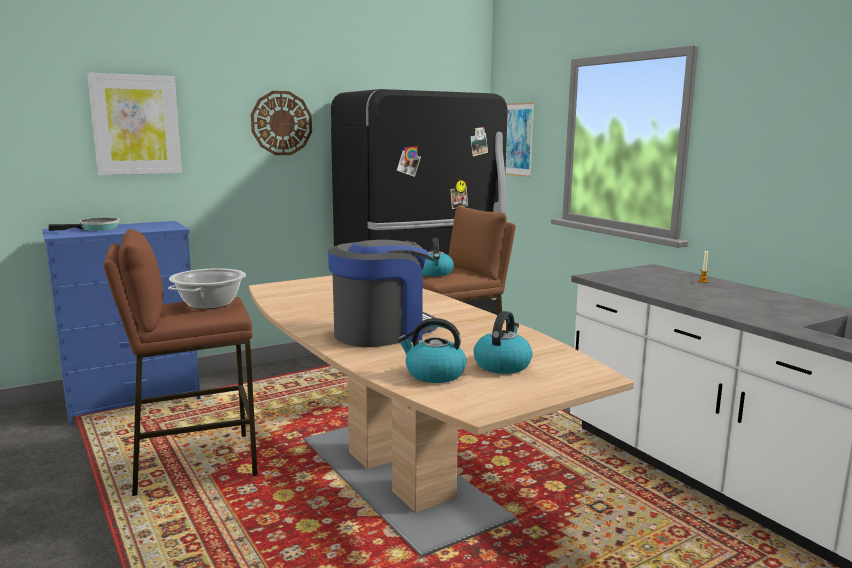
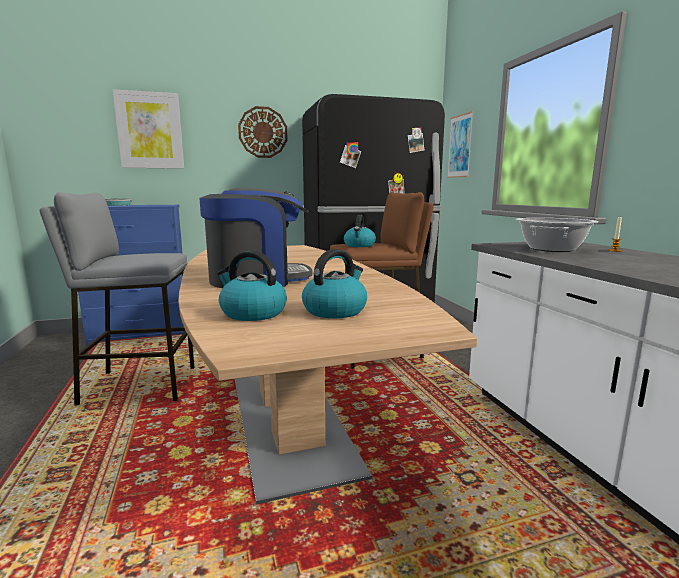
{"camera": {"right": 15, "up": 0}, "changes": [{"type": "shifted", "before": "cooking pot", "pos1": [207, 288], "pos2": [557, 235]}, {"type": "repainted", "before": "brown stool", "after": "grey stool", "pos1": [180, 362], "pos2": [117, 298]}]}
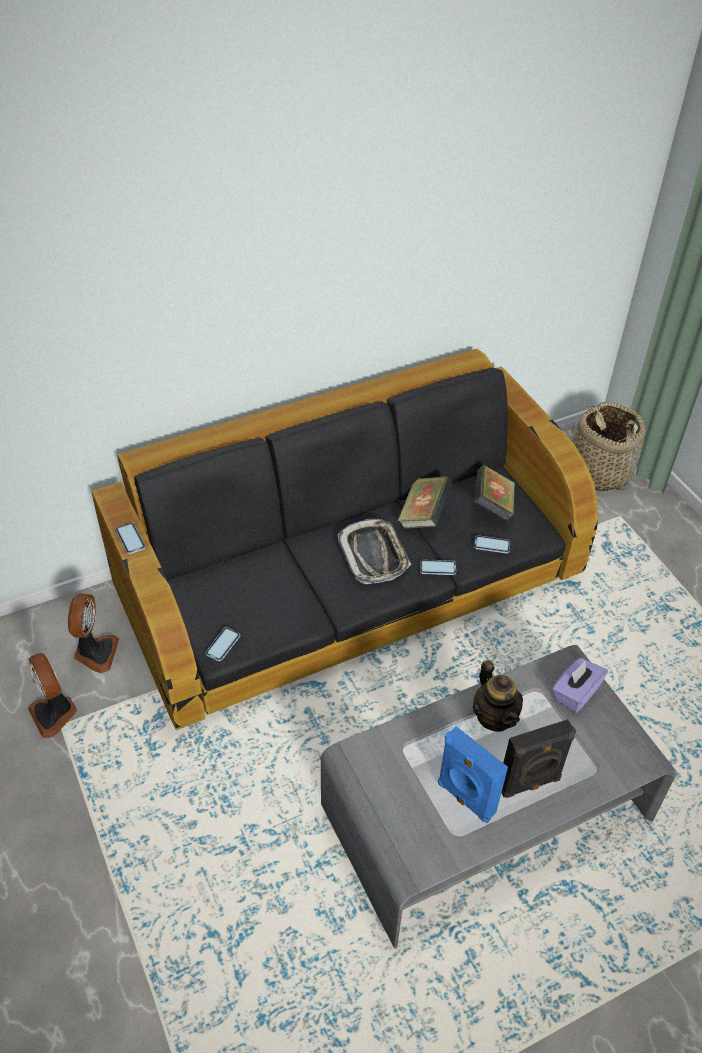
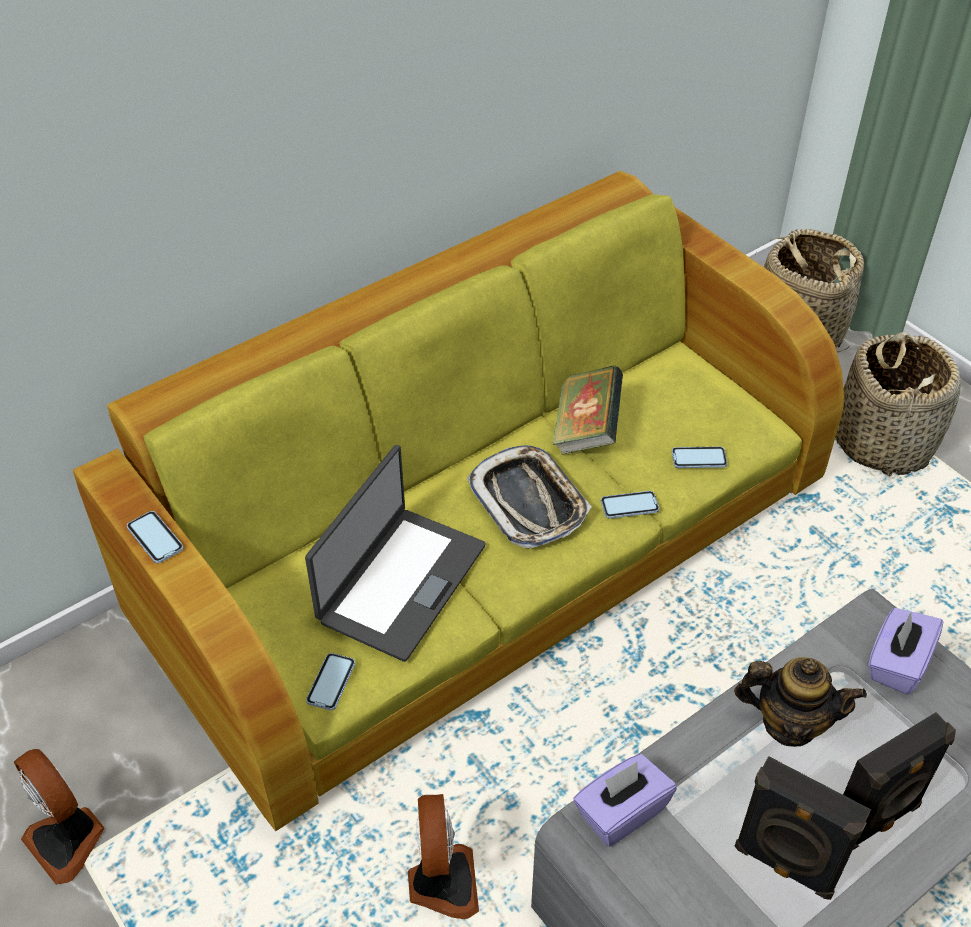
{"camera": {"right": -10, "up": 0}, "changes": [{"type": "gone", "before": "book", "pos1": [495, 493]}, {"type": "new", "after": "laptop", "pos2": [395, 553]}, {"type": "new", "after": "purple tissue box", "pos2": [625, 800]}, {"type": "new", "after": "basket", "pos2": [898, 404]}, {"type": "shifted", "before": "fan", "pos1": [93, 633], "pos2": [443, 856]}, {"type": "repainted", "before": "black sofa", "after": "green sofa", "pos1": [345, 539], "pos2": [458, 501]}, {"type": "repainted", "before": "blue speaker", "after": "black speaker", "pos1": [473, 774], "pos2": [803, 828]}, {"type": "rotated", "before": "teapot", "pos1": [498, 696], "pos2": [800, 702], "turn": -45}]}
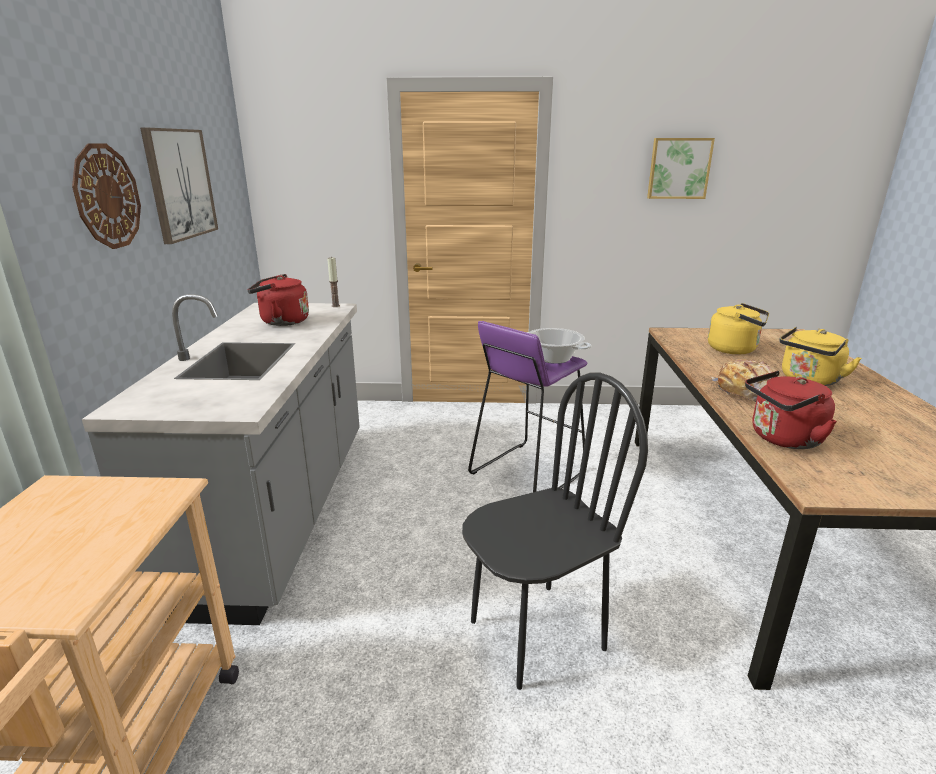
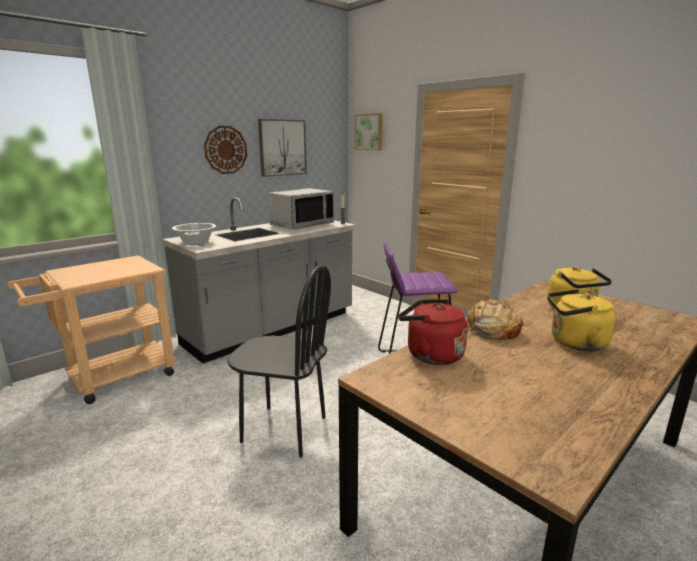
{"camera": {"right": 45, "up": -5}, "changes": [{"type": "shifted", "before": "cooking pot", "pos1": [558, 346], "pos2": [194, 234]}, {"type": "shifted", "before": "picture", "pos1": [681, 168], "pos2": [369, 131]}, {"type": "swapped", "before": "red kettle", "after": "grey microwave", "pos1": [278, 300], "pos2": [301, 209]}]}
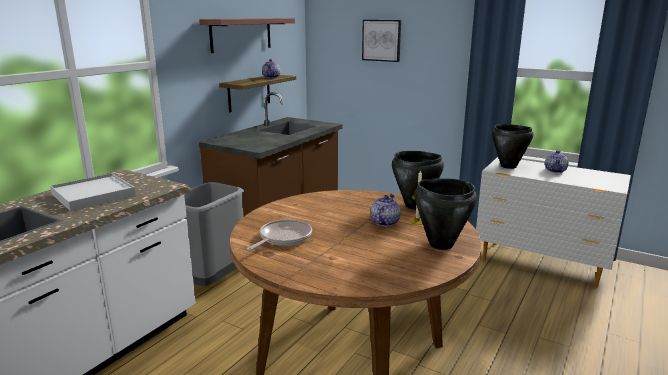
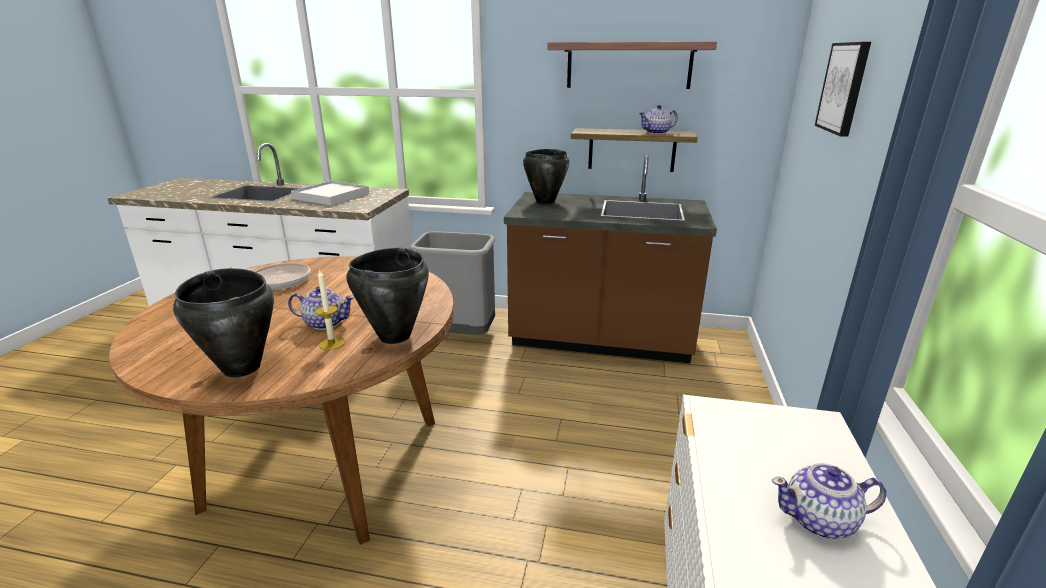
{"camera": {"right": 70, "up": 5}, "changes": [{"type": "shifted", "before": "black cooking pot", "pos1": [513, 146], "pos2": [546, 176]}]}
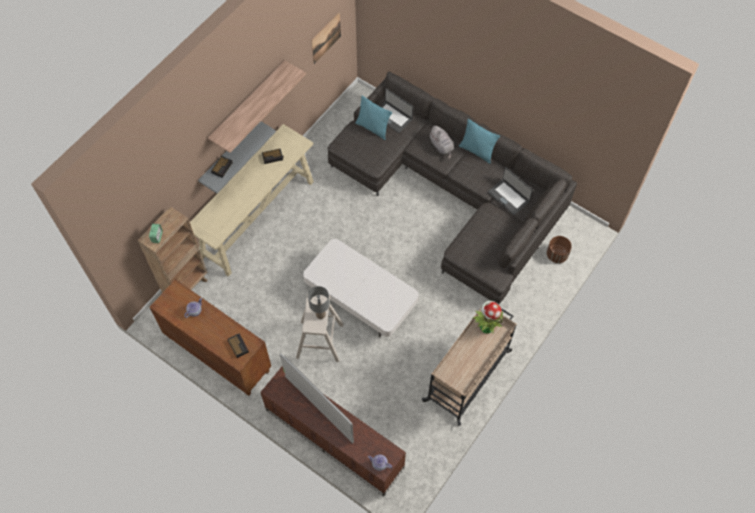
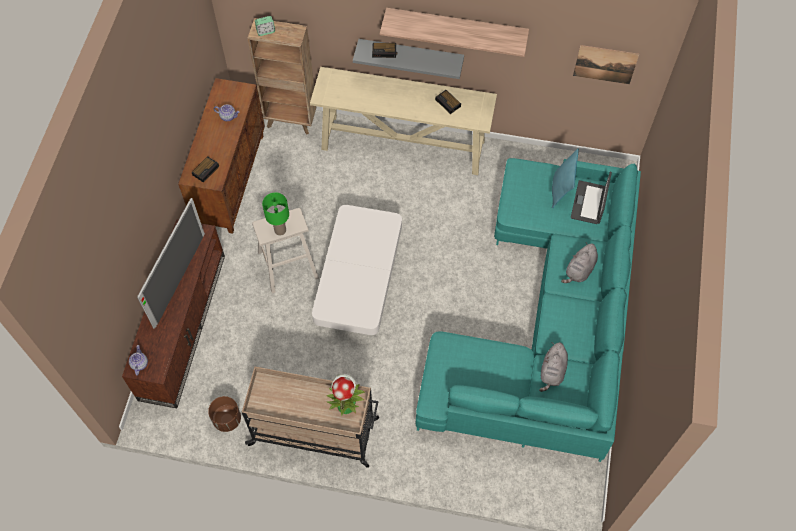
{"camera": {"right": 65, "up": 0}, "changes": [{"type": "gone", "before": "turquoise pillow", "pos1": [479, 141]}, {"type": "shifted", "before": "brown planter", "pos1": [559, 249], "pos2": [224, 414]}, {"type": "swapped", "before": "laptop", "after": "grey plush toy", "pos1": [510, 191], "pos2": [553, 367]}, {"type": "repainted", "before": "grey table lamp", "after": "green table lamp", "pos1": [319, 302], "pos2": [275, 214]}, {"type": "repainted", "before": "grey sofa", "after": "turquoise sofa", "pos1": [452, 188], "pos2": [528, 310]}]}
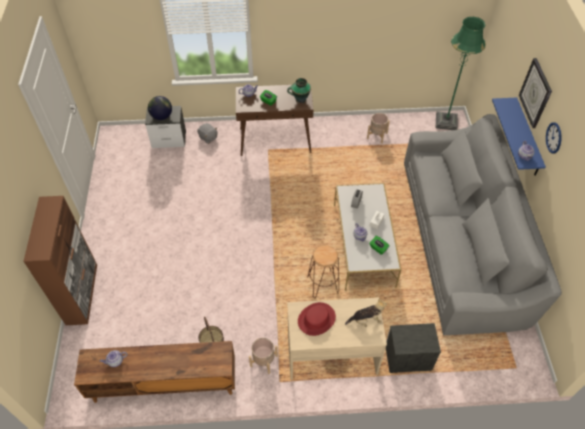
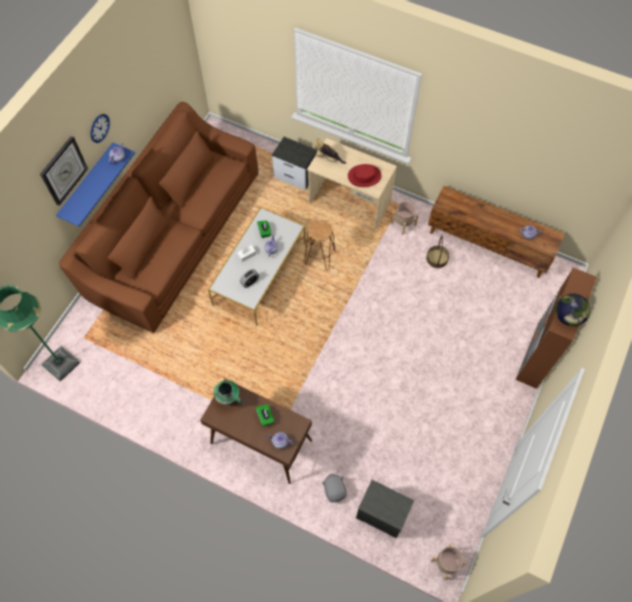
{"camera": {"right": -150, "up": 10}, "changes": [{"type": "shifted", "before": "globe", "pos1": [160, 108], "pos2": [573, 310]}, {"type": "shifted", "before": "beige planter", "pos1": [378, 128], "pos2": [448, 562]}, {"type": "repainted", "before": "grey sofa", "after": "brown sofa", "pos1": [483, 224], "pos2": [159, 217]}]}
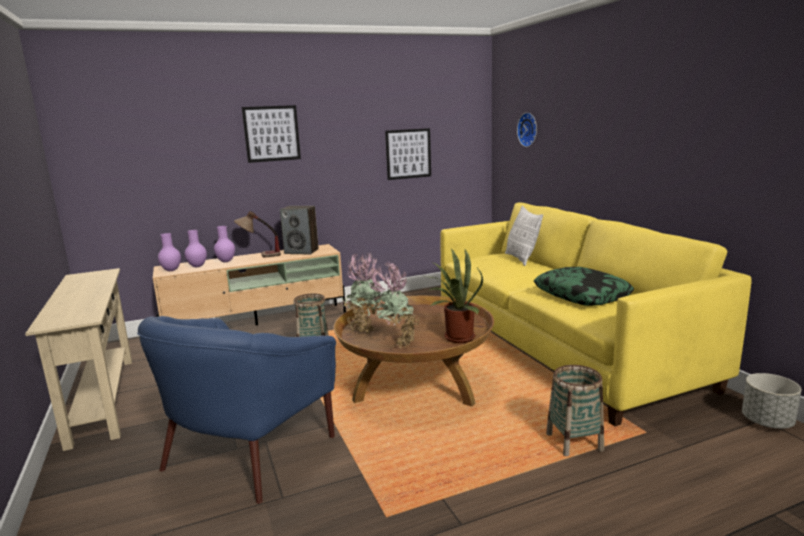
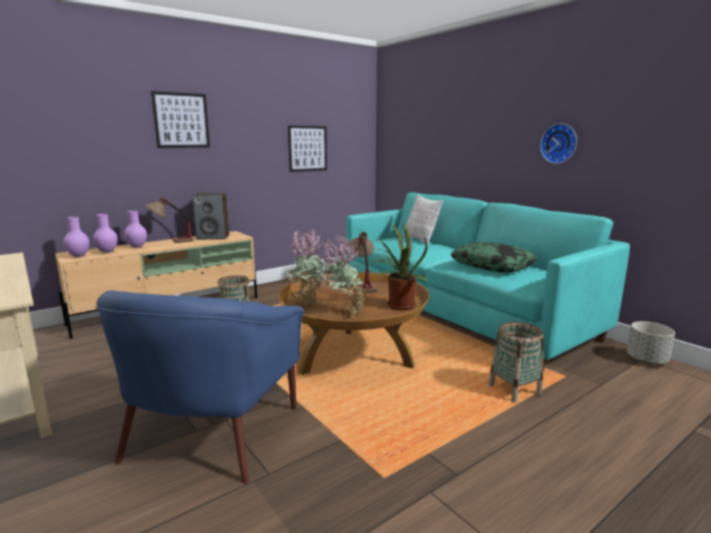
{"camera": {"right": -15, "up": 0}, "changes": [{"type": "new", "after": "table lamp", "pos2": [363, 262]}, {"type": "shifted", "before": "wall clock", "pos1": [527, 130], "pos2": [558, 144]}, {"type": "repainted", "before": "yellow sofa", "after": "turquoise sofa", "pos1": [596, 314], "pos2": [488, 282]}]}
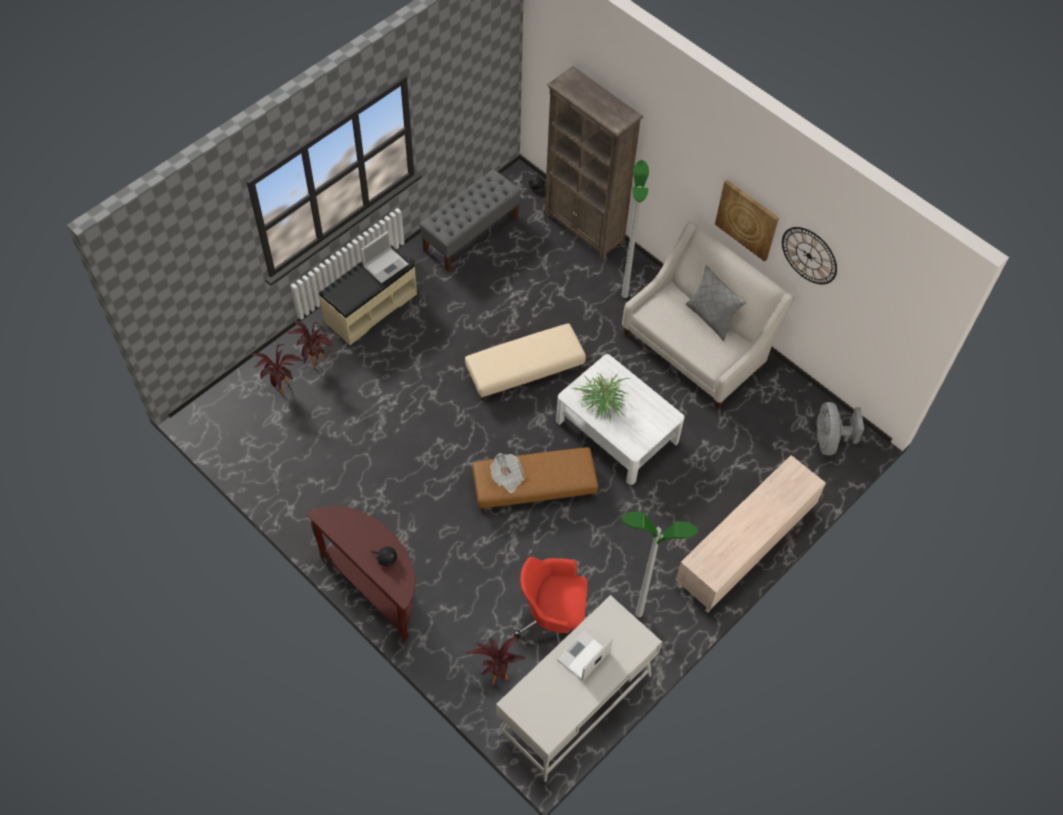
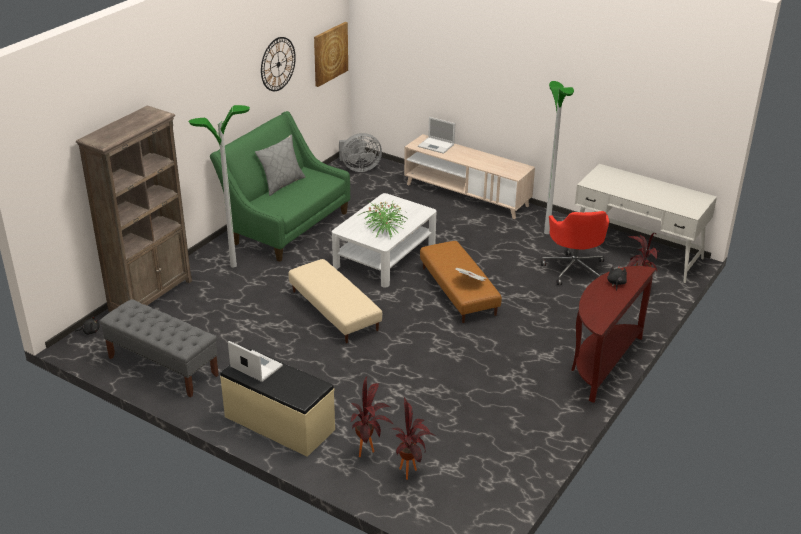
{"camera": {"right": -100, "up": -25}, "changes": [{"type": "shifted", "before": "laptop", "pos1": [585, 655], "pos2": [436, 135]}, {"type": "shifted", "before": "picture", "pos1": [747, 221], "pos2": [331, 54]}, {"type": "repainted", "before": "beige sofa", "after": "green sofa", "pos1": [708, 315], "pos2": [280, 186]}]}
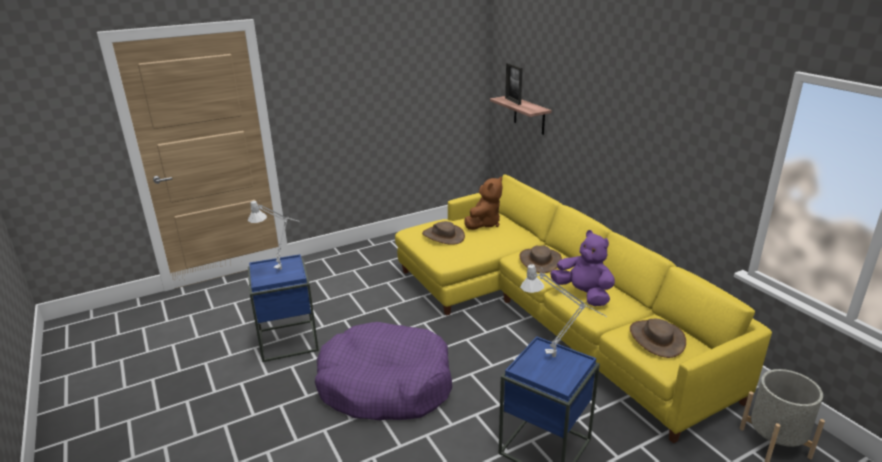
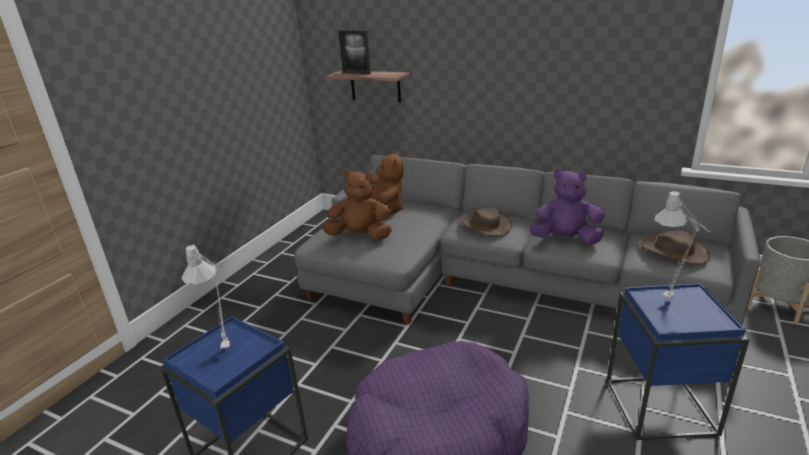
{"camera": {"right": -35, "up": 0}, "changes": [{"type": "swapped", "before": "brown hat", "after": "brown plush toy", "pos1": [443, 233], "pos2": [357, 205]}, {"type": "repainted", "before": "yellow sofa", "after": "grey sofa", "pos1": [583, 308], "pos2": [527, 240]}]}
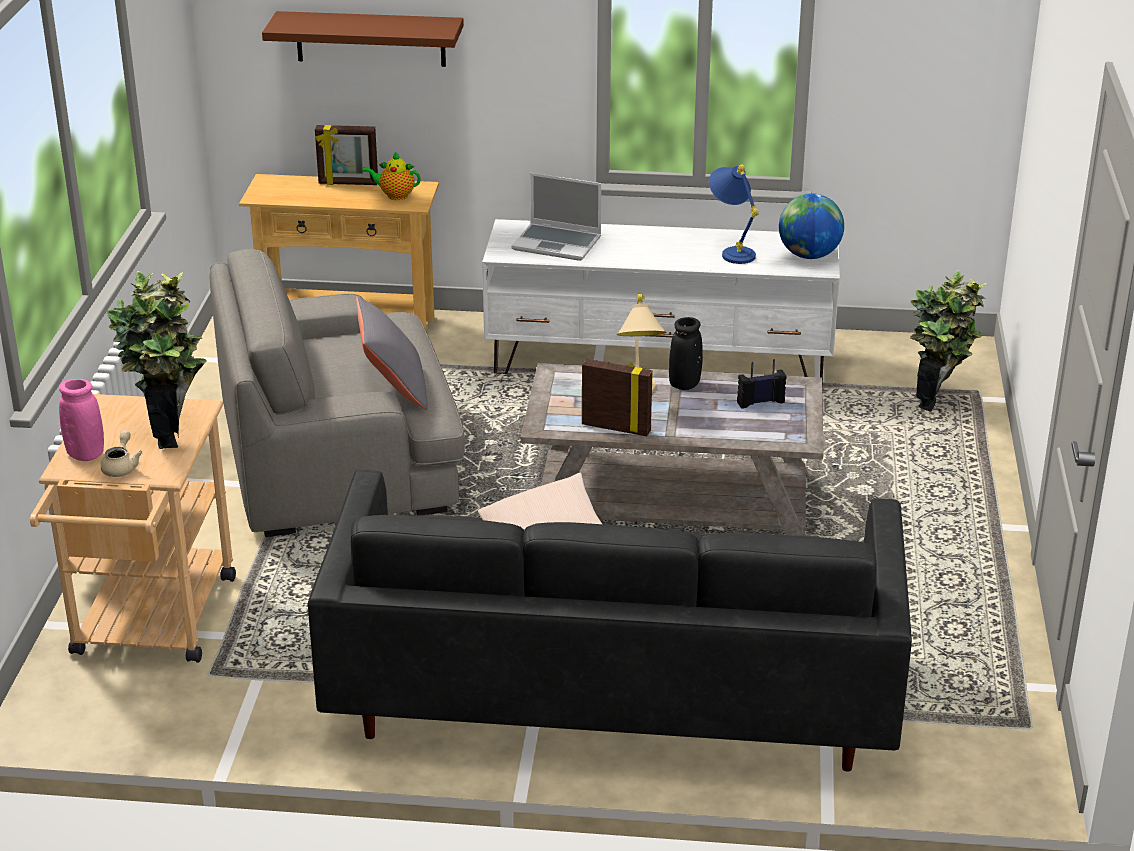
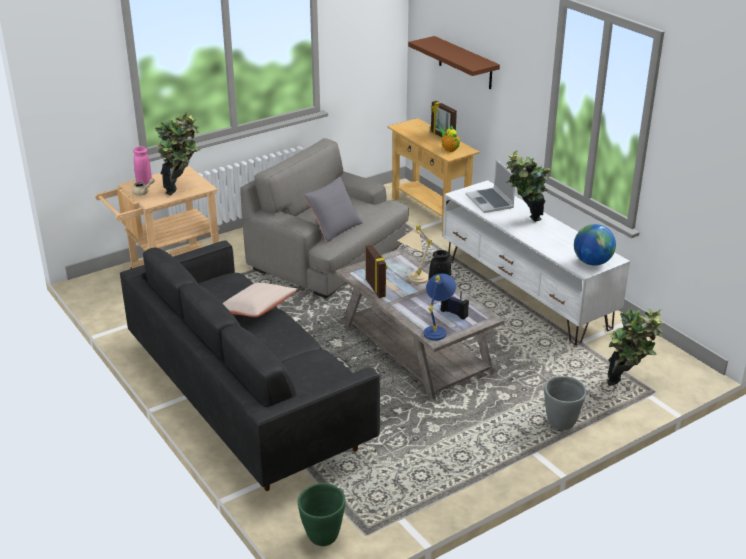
{"camera": {"right": 50, "up": 0}, "changes": [{"type": "new", "after": "green planter", "pos2": [321, 514]}, {"type": "new", "after": "potted plant", "pos2": [528, 186]}, {"type": "new", "after": "grey planter", "pos2": [565, 403]}, {"type": "shifted", "before": "blue table lamp", "pos1": [734, 214], "pos2": [440, 307]}]}
